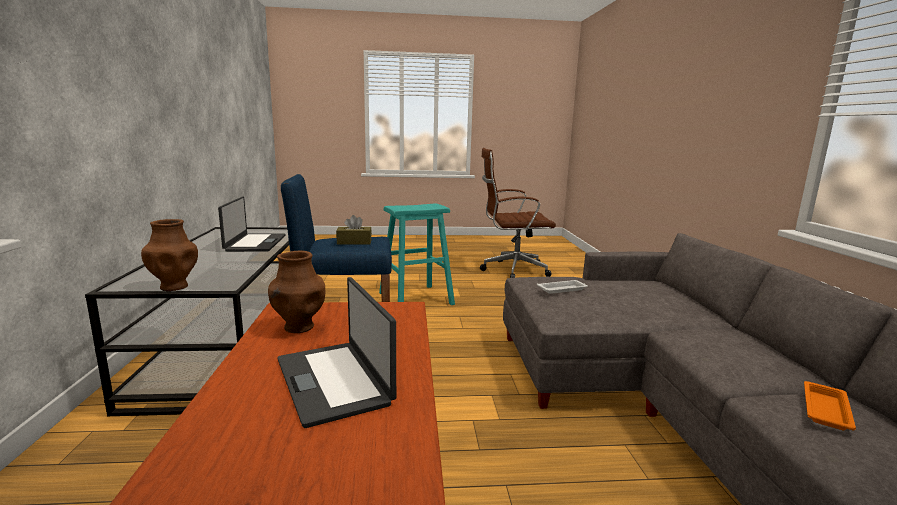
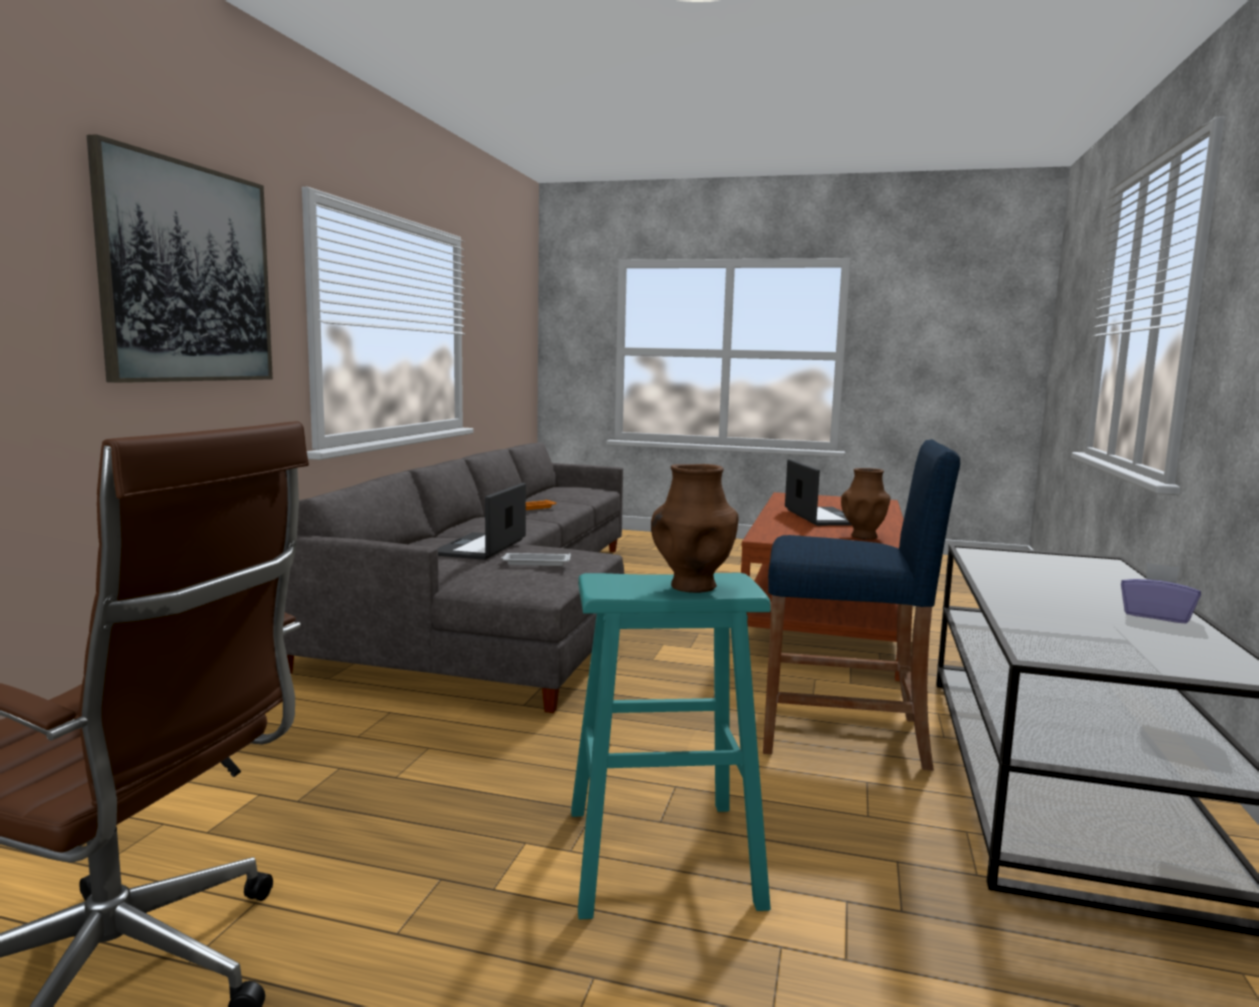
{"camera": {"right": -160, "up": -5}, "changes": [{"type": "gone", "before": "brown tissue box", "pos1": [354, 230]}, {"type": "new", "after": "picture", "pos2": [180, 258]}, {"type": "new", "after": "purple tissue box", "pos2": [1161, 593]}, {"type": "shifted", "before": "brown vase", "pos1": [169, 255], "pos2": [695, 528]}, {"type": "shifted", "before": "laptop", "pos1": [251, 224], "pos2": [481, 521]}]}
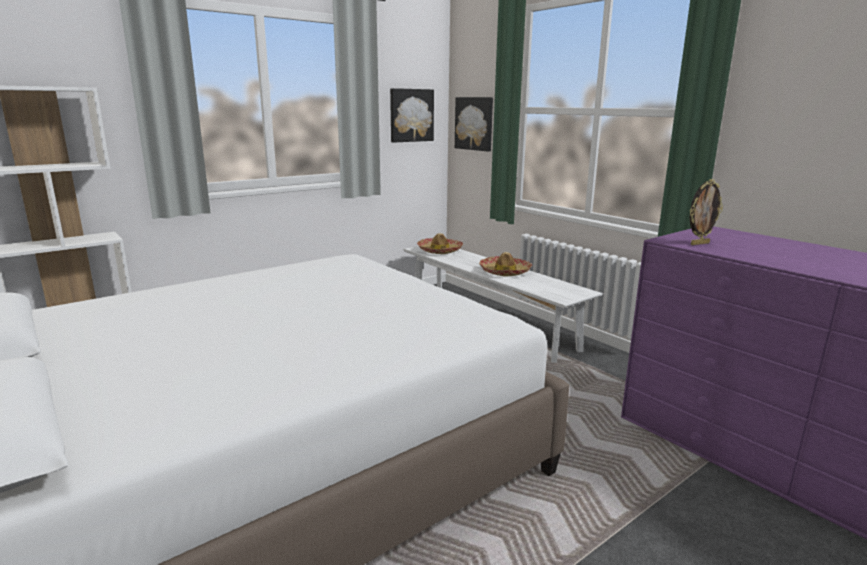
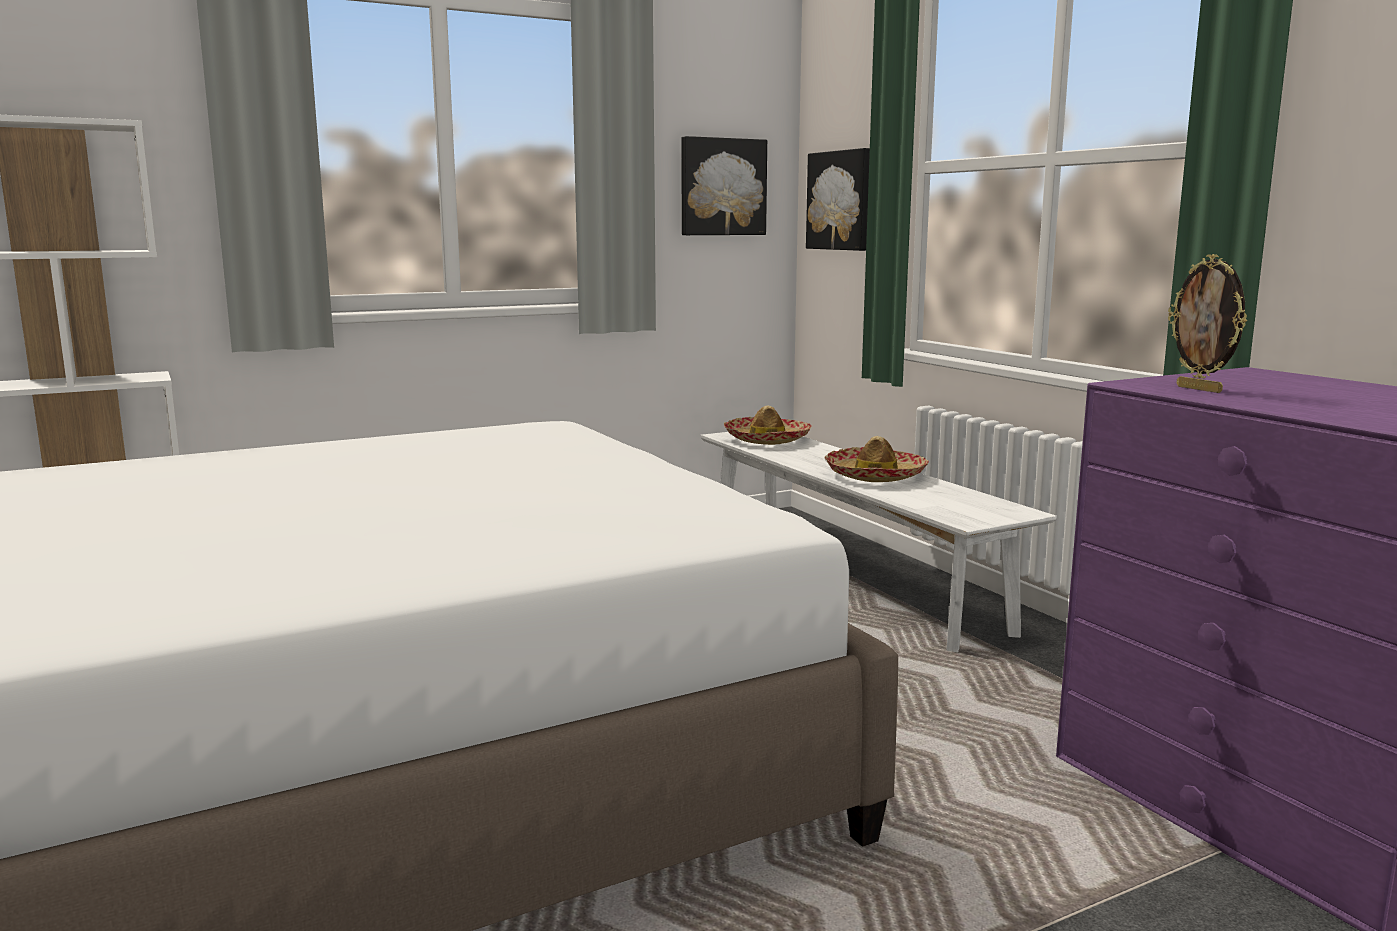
{"camera": {"right": 10, "up": -5}, "changes": [{"type": "rotated", "before": "picture frame", "pos1": [706, 212], "pos2": [1207, 323], "turn": 75}]}
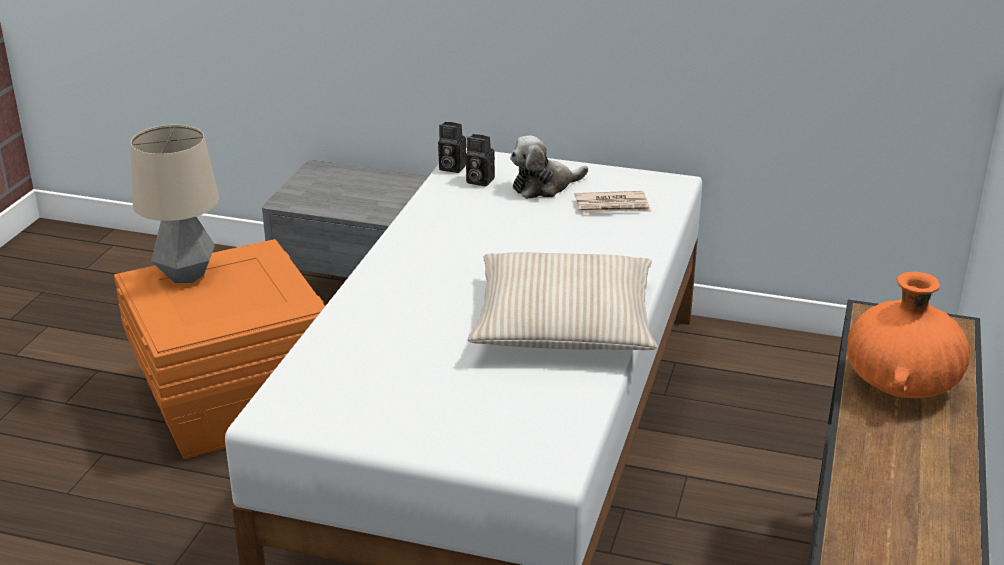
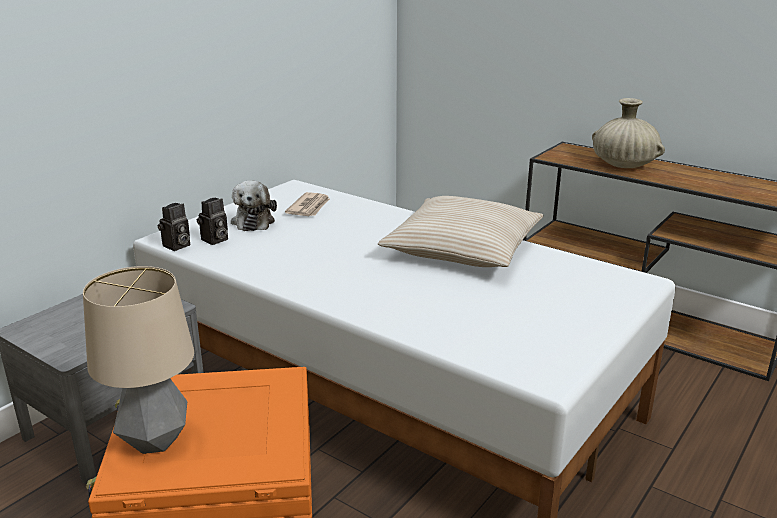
{"camera": {"right": -70, "up": -5}, "changes": [{"type": "repainted", "before": "orange vase", "after": "beige vase", "pos1": [908, 335], "pos2": [628, 133]}]}
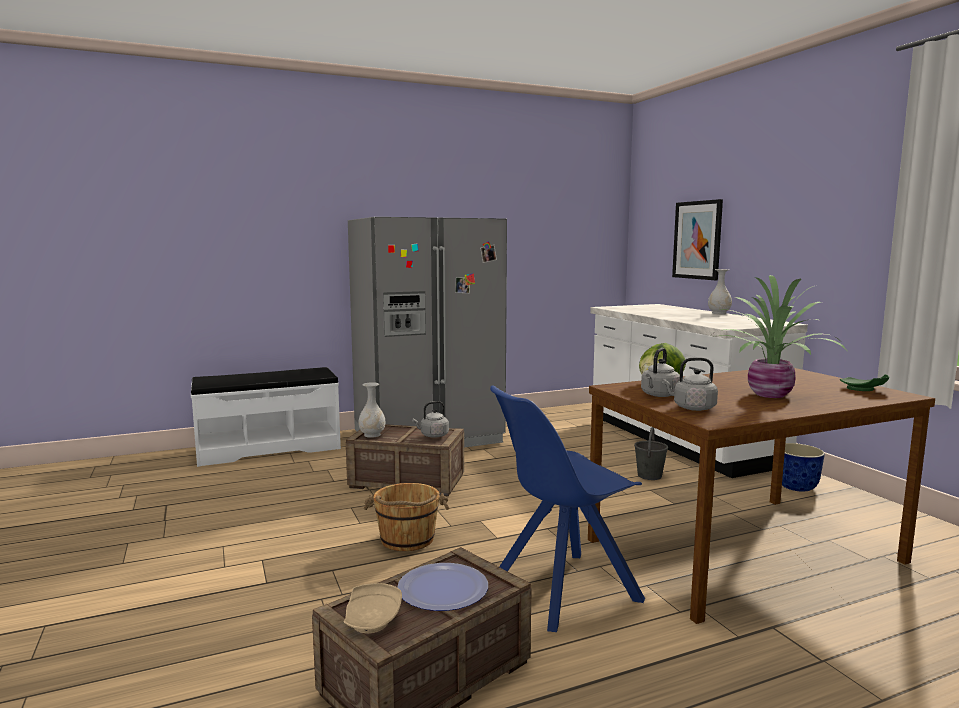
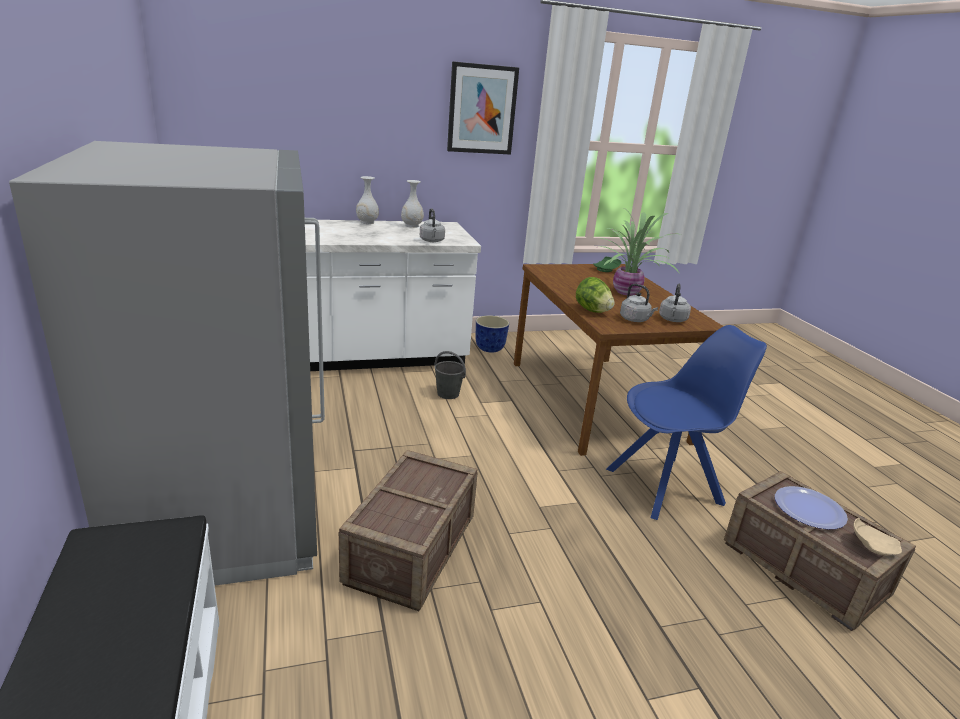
{"camera": {"right": -85, "up": 15}, "changes": [{"type": "gone", "before": "brown bucket", "pos1": [406, 517]}, {"type": "shifted", "before": "white vase", "pos1": [372, 410], "pos2": [412, 204]}, {"type": "shifted", "before": "grey kettle", "pos1": [430, 419], "pos2": [432, 225]}, {"type": "shifted", "before": "picture", "pos1": [697, 239], "pos2": [483, 108]}, {"type": "rotated", "before": "blue chair", "pos1": [567, 508], "pos2": [686, 422], "turn": -90}]}
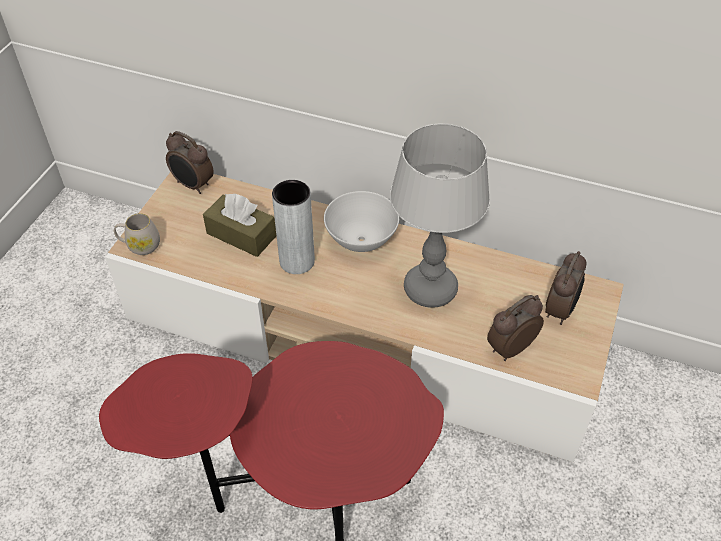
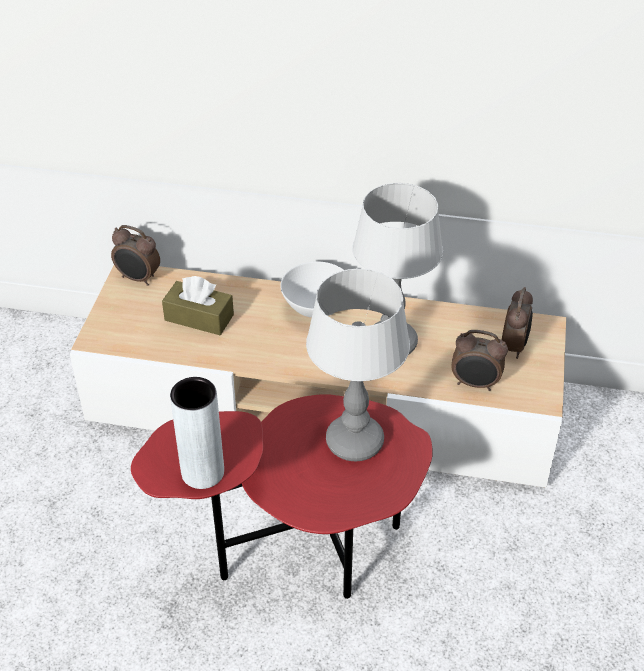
{"camera": {"right": -10, "up": -5}, "changes": [{"type": "gone", "before": "white mug", "pos1": [137, 234]}, {"type": "new", "after": "table lamp", "pos2": [358, 365]}, {"type": "shifted", "before": "grey vase", "pos1": [293, 227], "pos2": [197, 433]}, {"type": "rotated", "before": "alarm clock", "pos1": [515, 328], "pos2": [480, 360], "turn": -120}]}
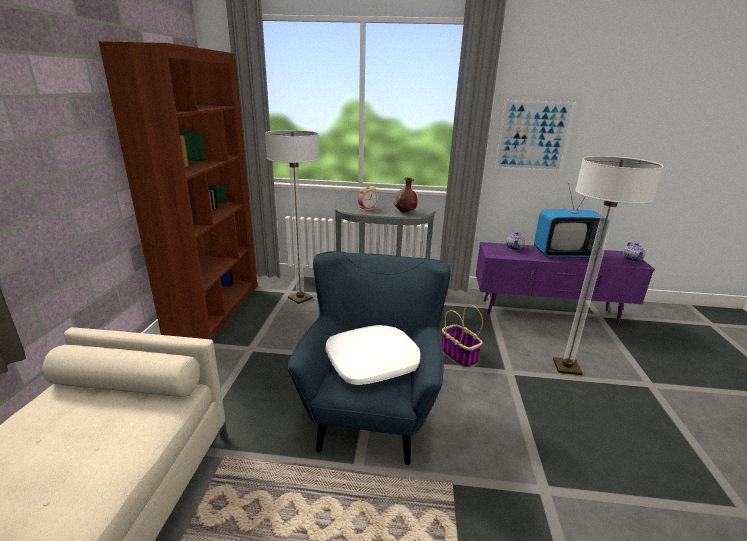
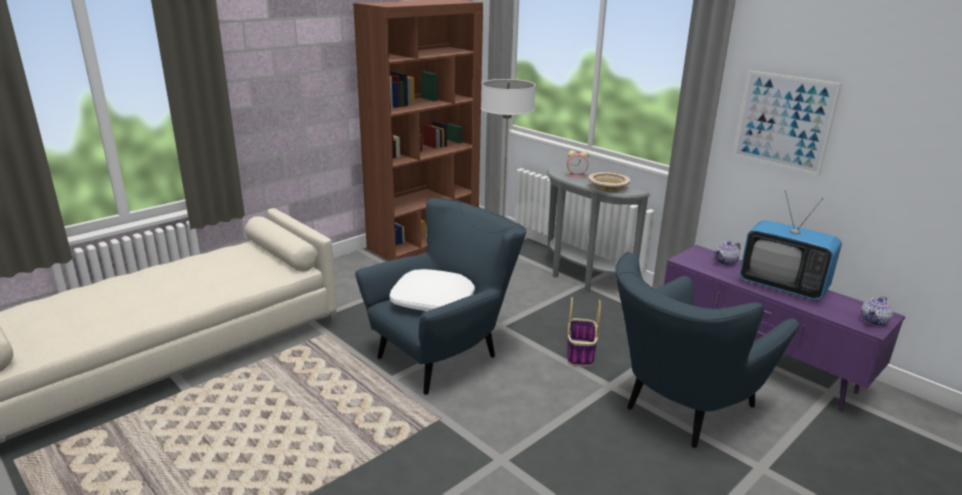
{"camera": {"right": 40, "up": 0}, "changes": [{"type": "swapped", "before": "brown vase", "after": "beige bowl", "pos1": [406, 195], "pos2": [609, 182]}, {"type": "swapped", "before": "floor lamp", "after": "blue armchair", "pos1": [608, 265], "pos2": [708, 350]}]}
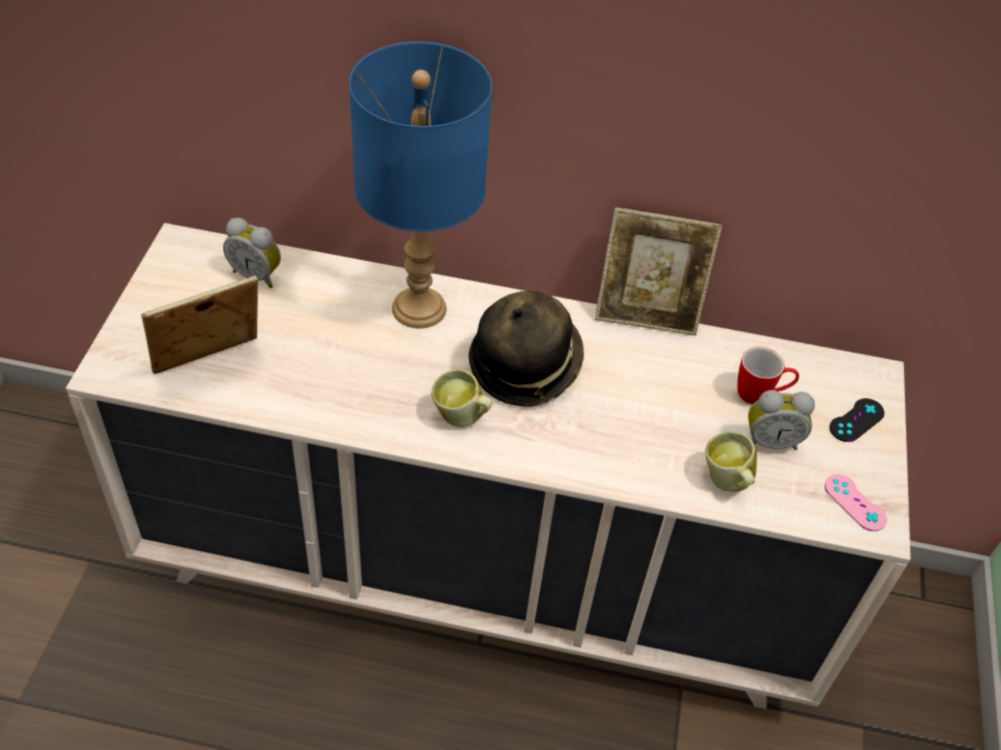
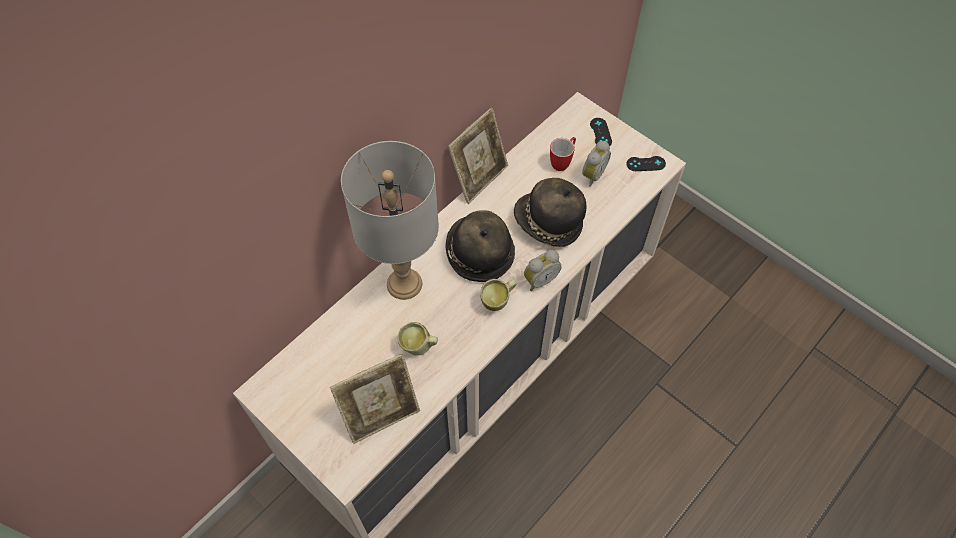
{"camera": {"right": -55, "up": 10}, "changes": [{"type": "new", "after": "hat", "pos2": [550, 212]}, {"type": "shifted", "before": "alarm clock", "pos1": [252, 253], "pos2": [543, 270]}, {"type": "shifted", "before": "mug", "pos1": [731, 461], "pos2": [417, 338]}, {"type": "repainted", "before": "blue table lamp", "after": "grey table lamp", "pos1": [420, 185], "pos2": [390, 220]}, {"type": "repainted", "before": "pink game controller", "after": "black game controller", "pos1": [856, 502], "pos2": [646, 163]}, {"type": "rotated", "before": "picture frame", "pos1": [199, 325], "pos2": [375, 398], "turn": -120}]}
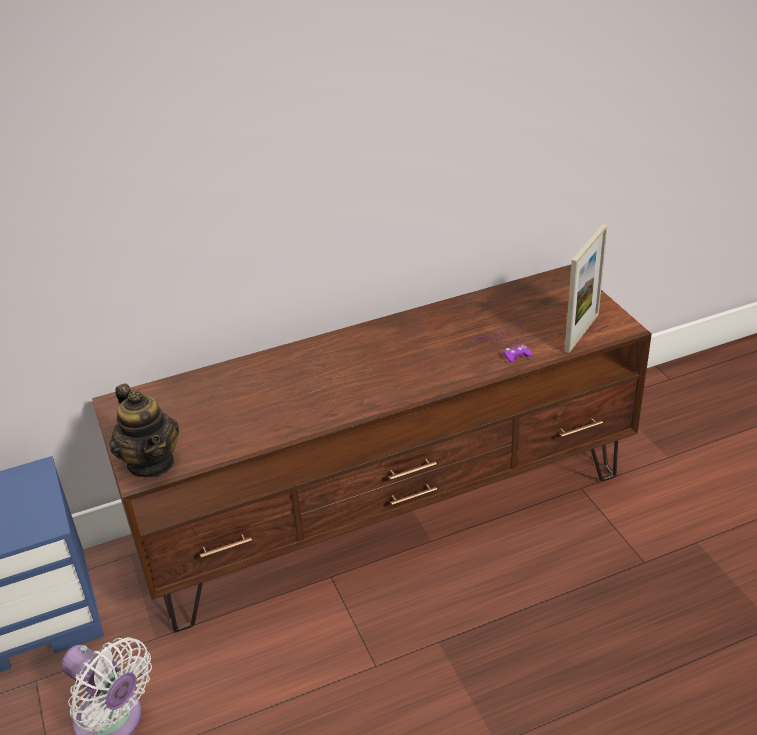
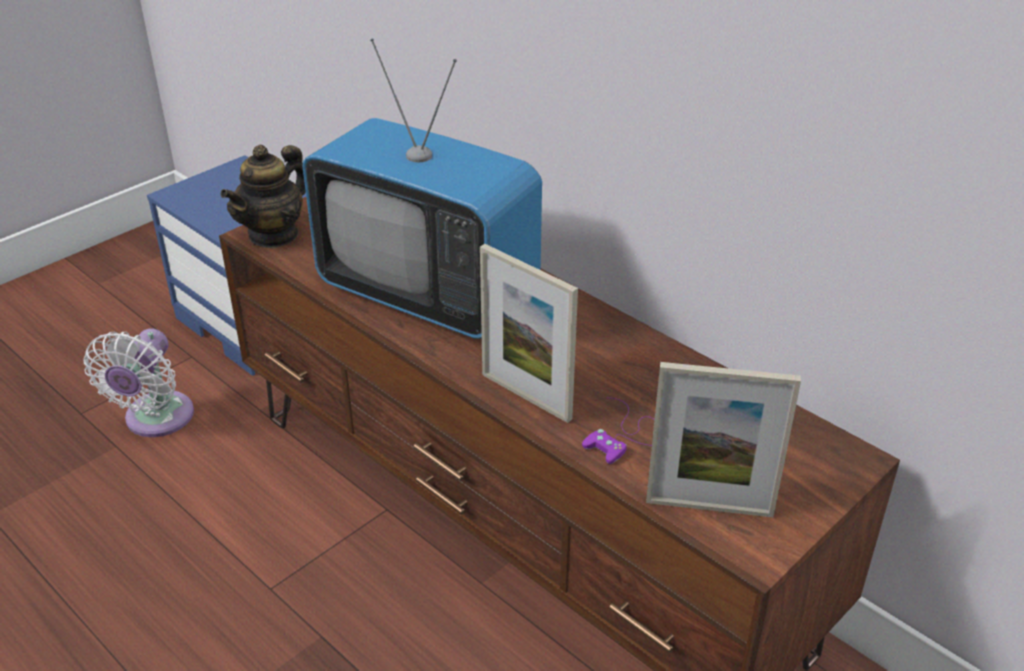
{"camera": {"right": 65, "up": 0}, "changes": [{"type": "new", "after": "television", "pos2": [422, 188]}, {"type": "new", "after": "picture frame", "pos2": [529, 333]}]}
